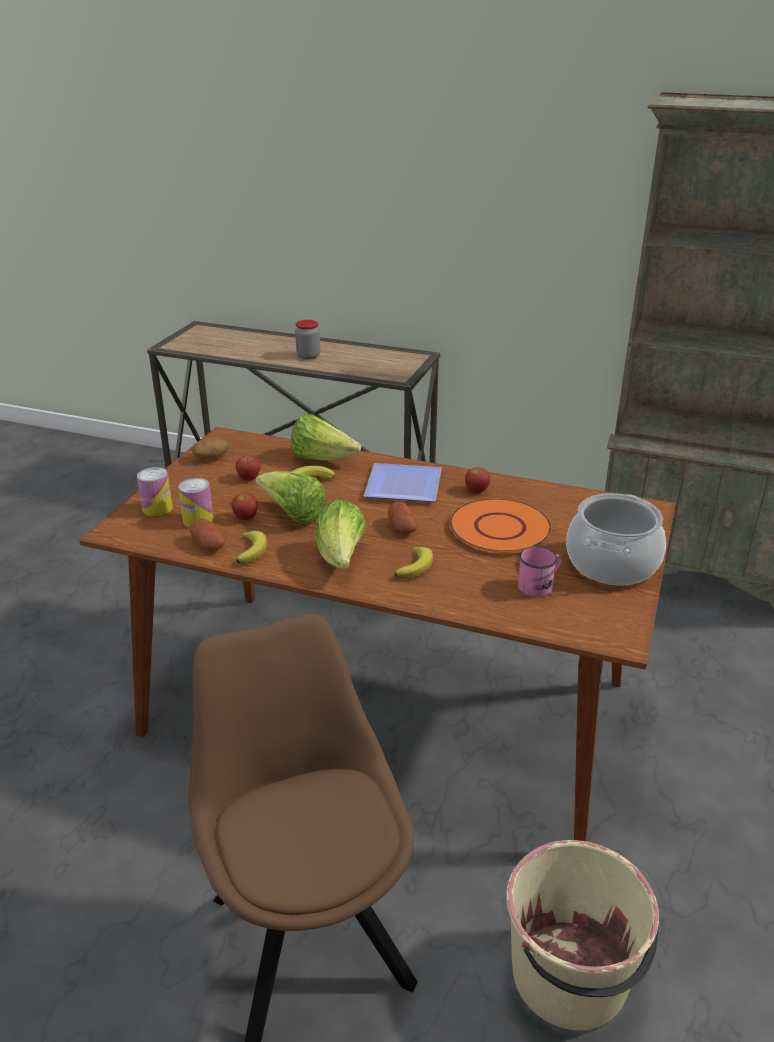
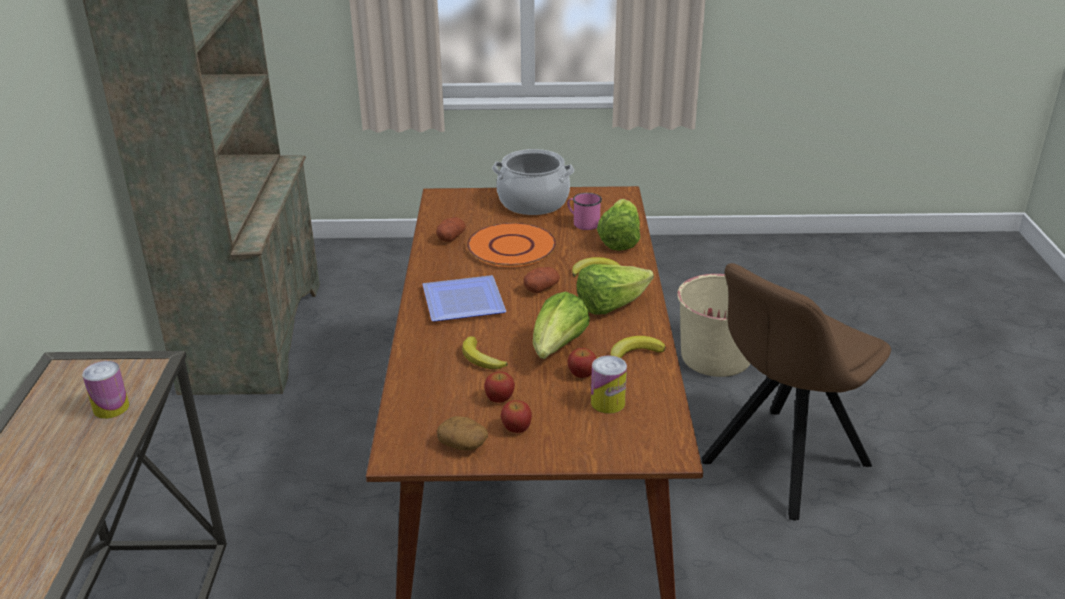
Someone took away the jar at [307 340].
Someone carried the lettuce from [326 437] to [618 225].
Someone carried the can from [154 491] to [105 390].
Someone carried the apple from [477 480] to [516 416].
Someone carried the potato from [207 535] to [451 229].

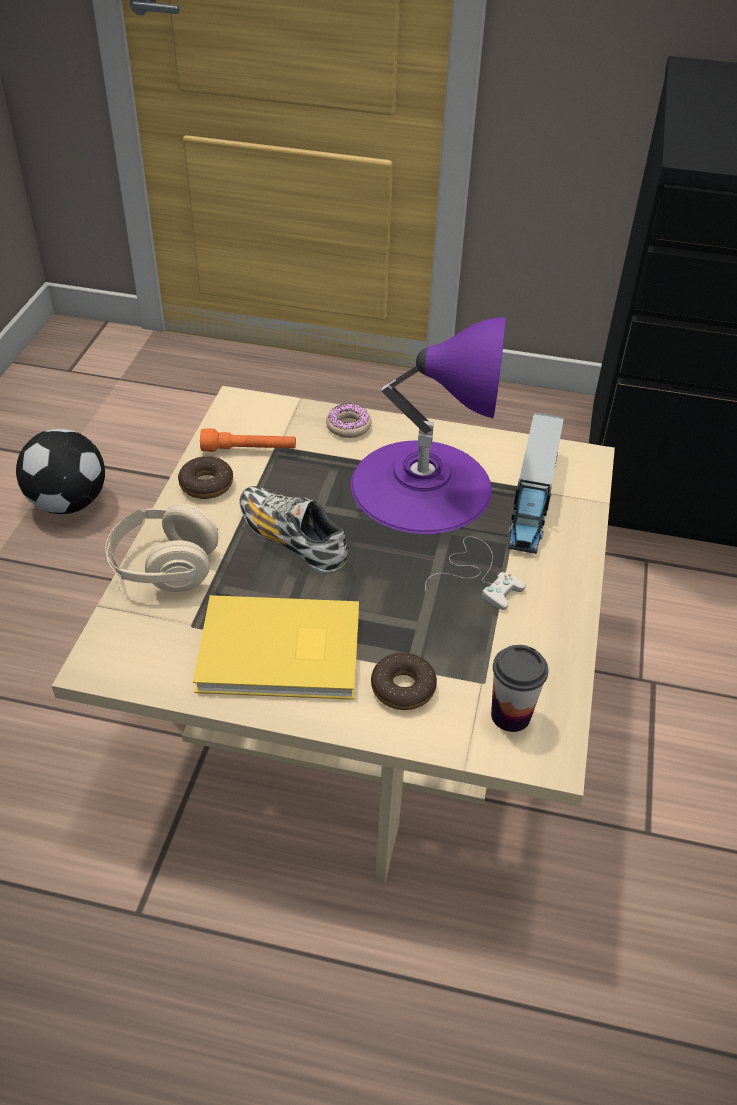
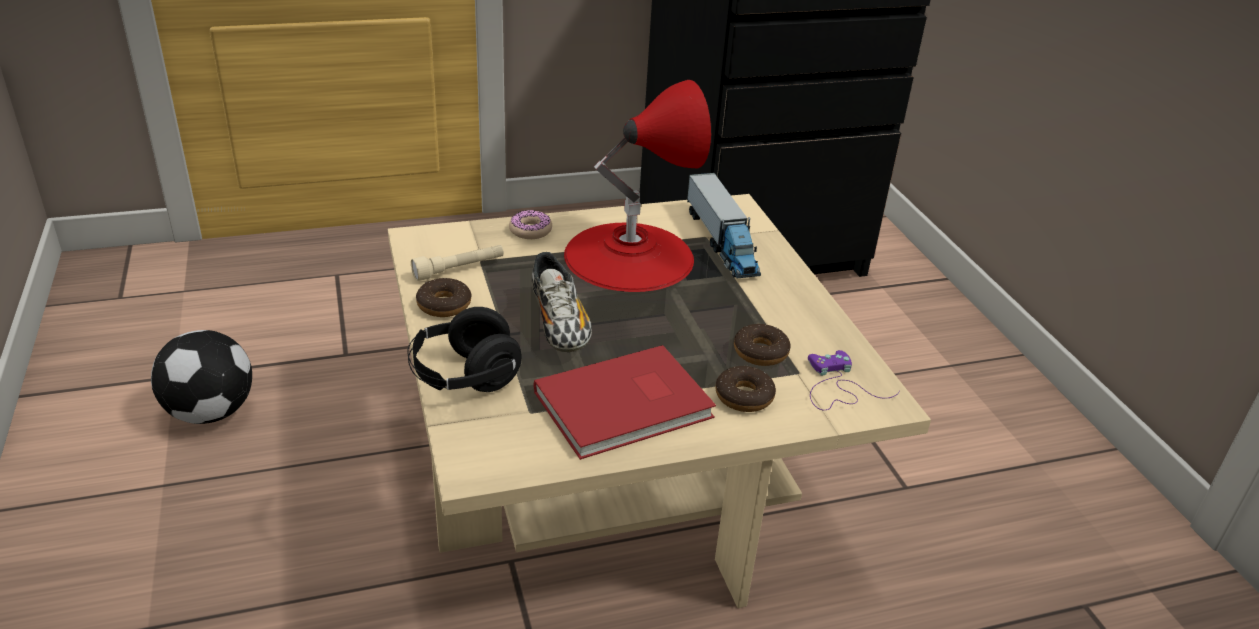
Someone repainted the purple table lamp at [428 425], which became the red table lamp at [637 186].
Someone repainted the orange flashlight at [248 440], which became the beige flashlight at [457 263].
Someone rotated the shoe at [294 530] by 120 degrees counterclockwise.
Someone repainted the beige headphones at [162 547], which became the black headphones at [464 349].
Someone took away the white game controller at [475 573].
Someone repainted the yellow book at [276 647], which became the red book at [624 402].
Someone swapped the cup at [519 688] for the purple game controller at [854 380].
Someone put down the donut at [762 344].

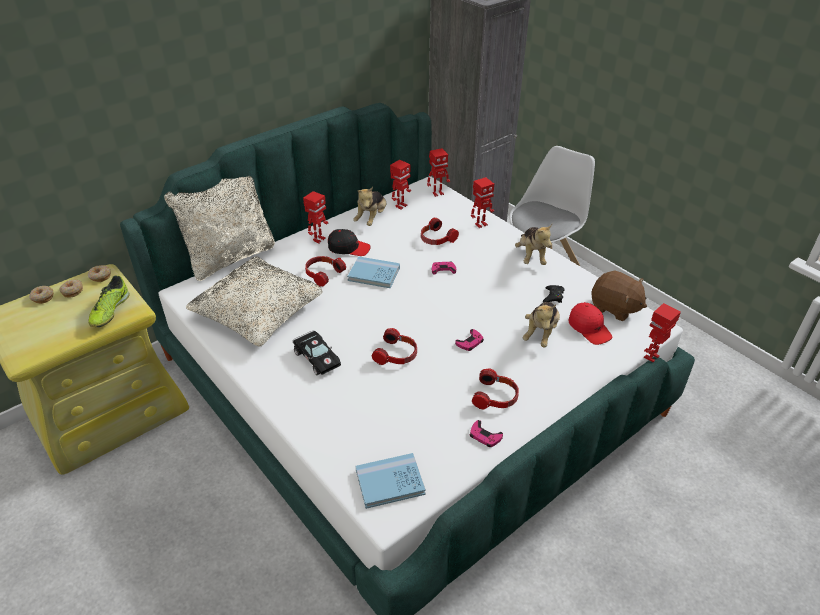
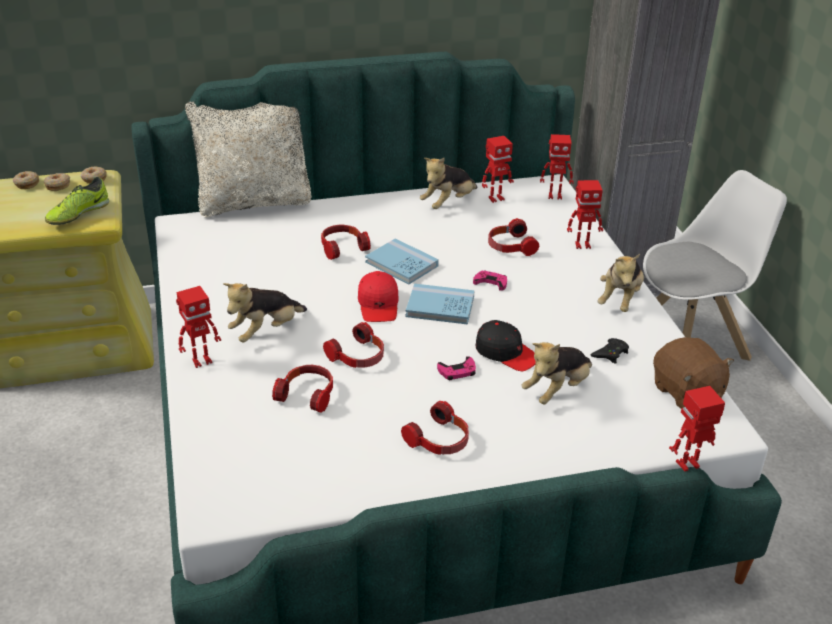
Someone carried the toy robot from [315 217] to [198 327].
Someone carried the black cap from [349 242] to [505 345].
Someone took away the beige pillow at [254 301].
Someone carried the red cap from [591 323] to [378 296].
Someone swapped the black toy car at [317 352] for the plush toy at [265 313].
Someone took away the pink game controller at [486 433].
Someone carried the blue book from [391 481] to [440 304].
Someone put down the headphones at [302 389].

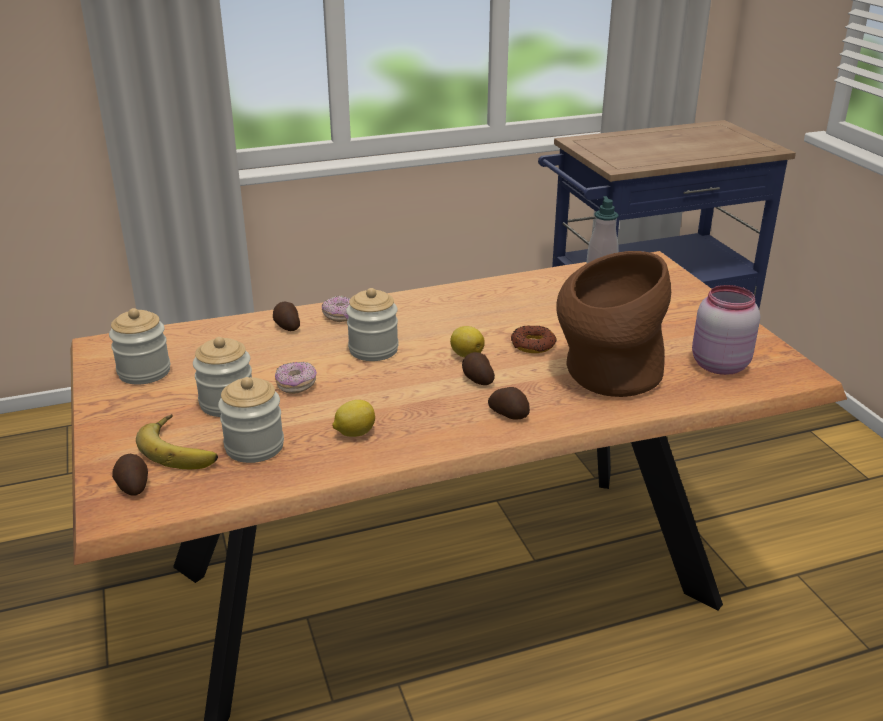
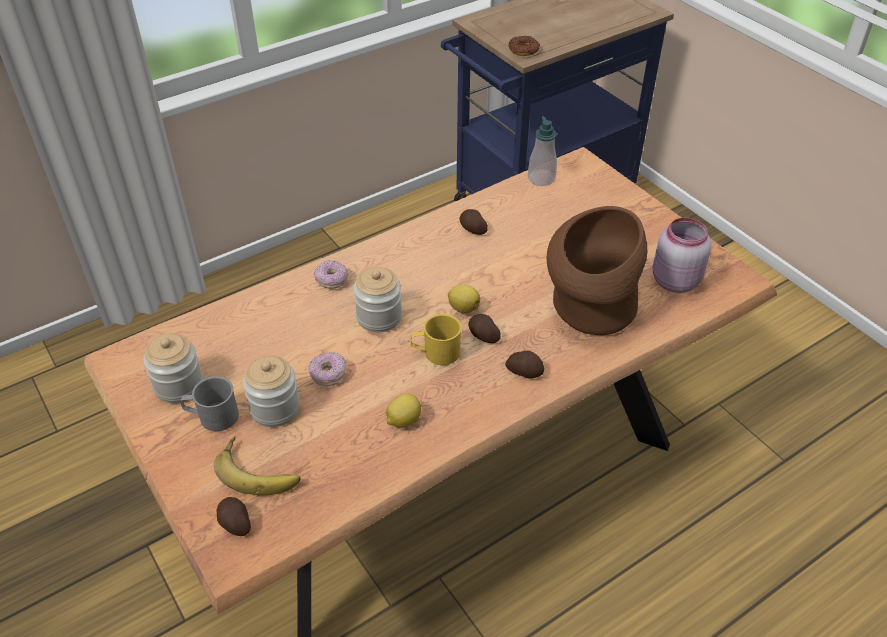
Someone carried the potato from [286 316] to [473 222].
Someone carried the donut from [534 339] to [524 46].
Someone took away the jar at [251 420].
Someone put down the yellow mug at [436 339].
Someone put down the grey mug at [209 403].

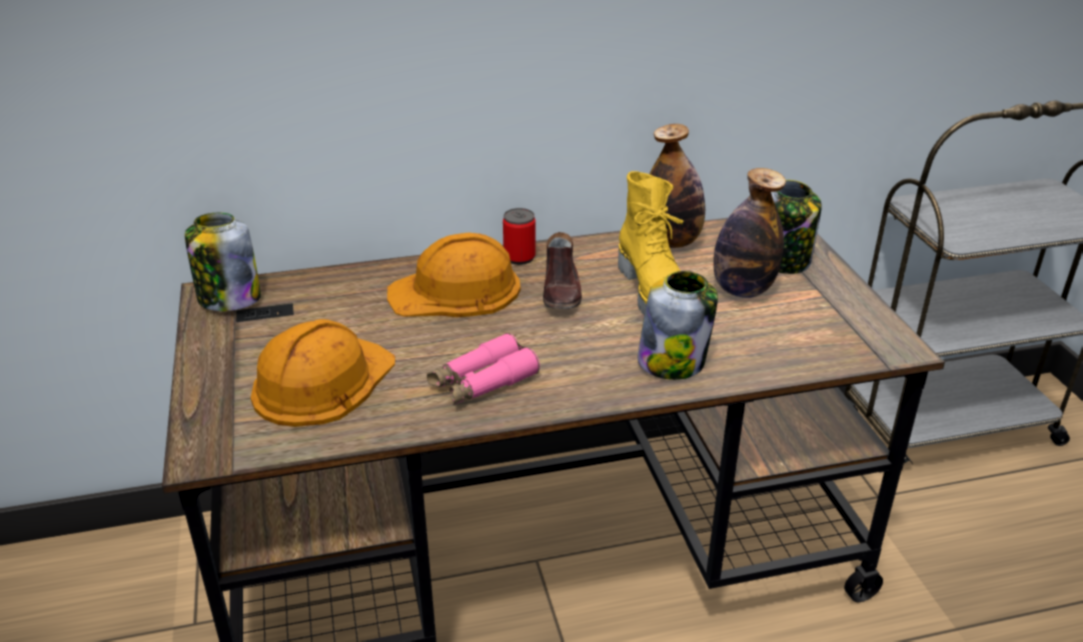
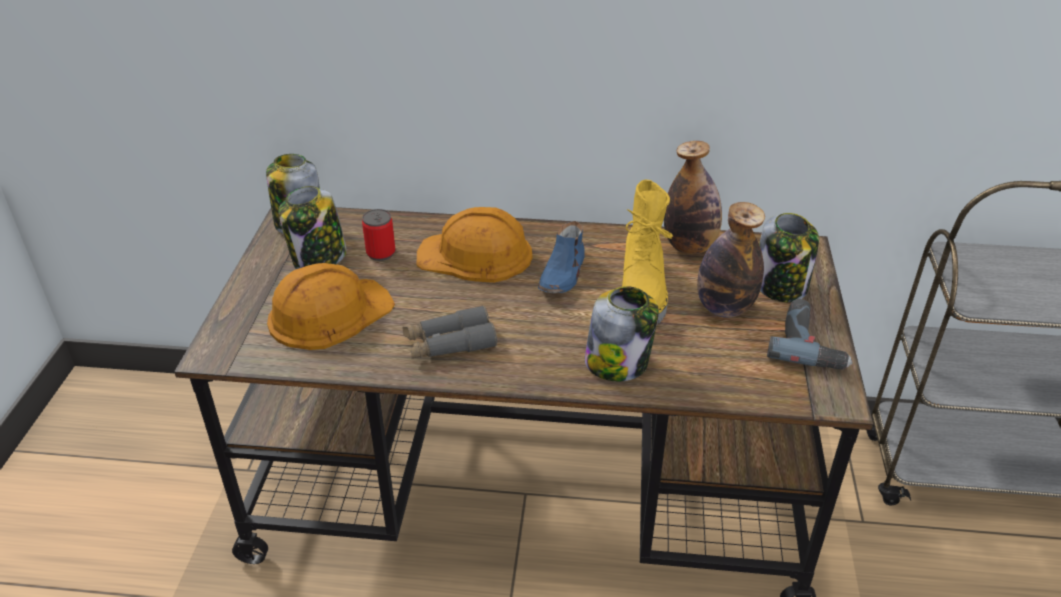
Someone carried the can from [519 236] to [378 235].
Someone repainted the brown shoe at [562 270], which became the blue shoe at [561 257].
Someone repainted the pink binoculars at [483 369], which became the grey binoculars at [450 332].
Someone put down the jar at [312 227].
Someone put down the power drill at [810 334].

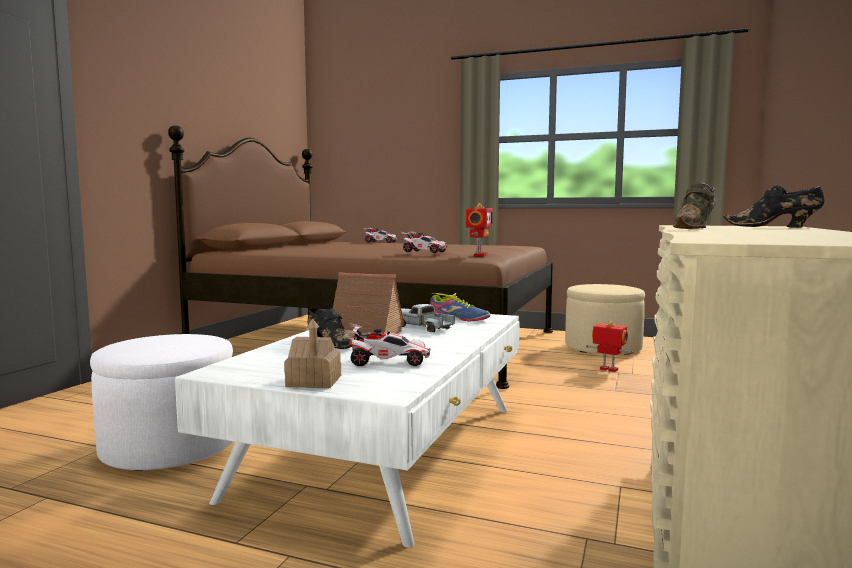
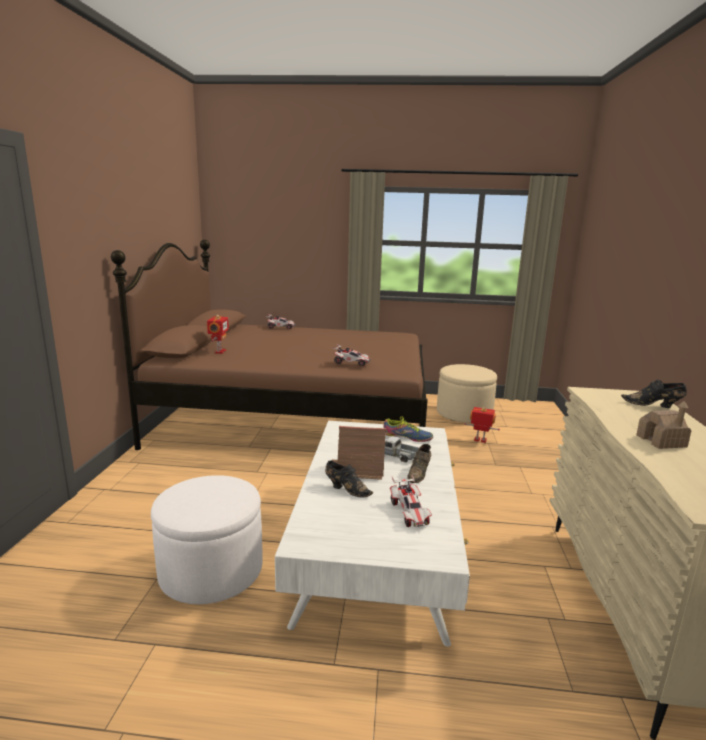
Someone carried the brown shoe from [694 205] to [419 463].
Someone carried the toy robot from [479 229] to [218 334].
Someone carried the toy house from [312 353] to [664 425].
Someone rotated the toy car at [387 344] by 90 degrees clockwise.

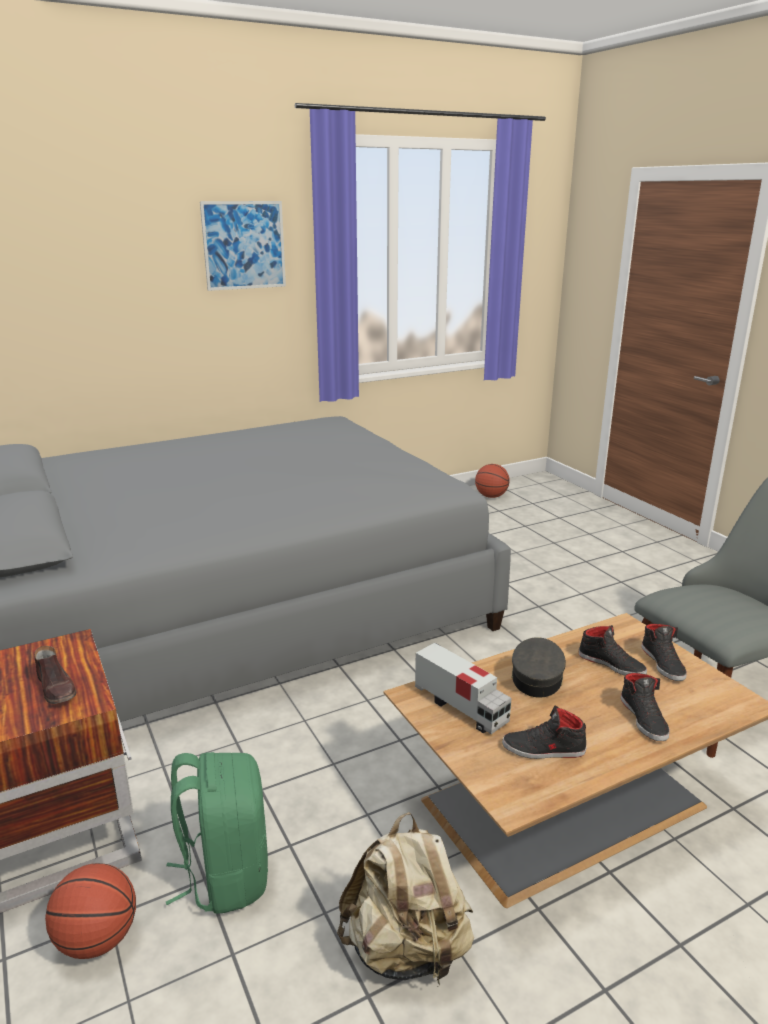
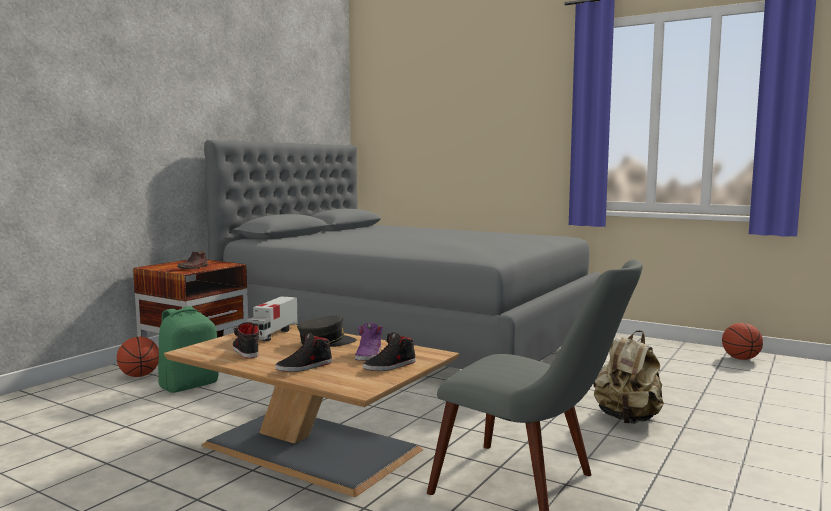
Someone took away the picture at [243 246].
Someone repainted the black shoe at [613 650], which became the purple shoe at [369 342].
Someone carried the beige backpack from [405 898] to [628 377].

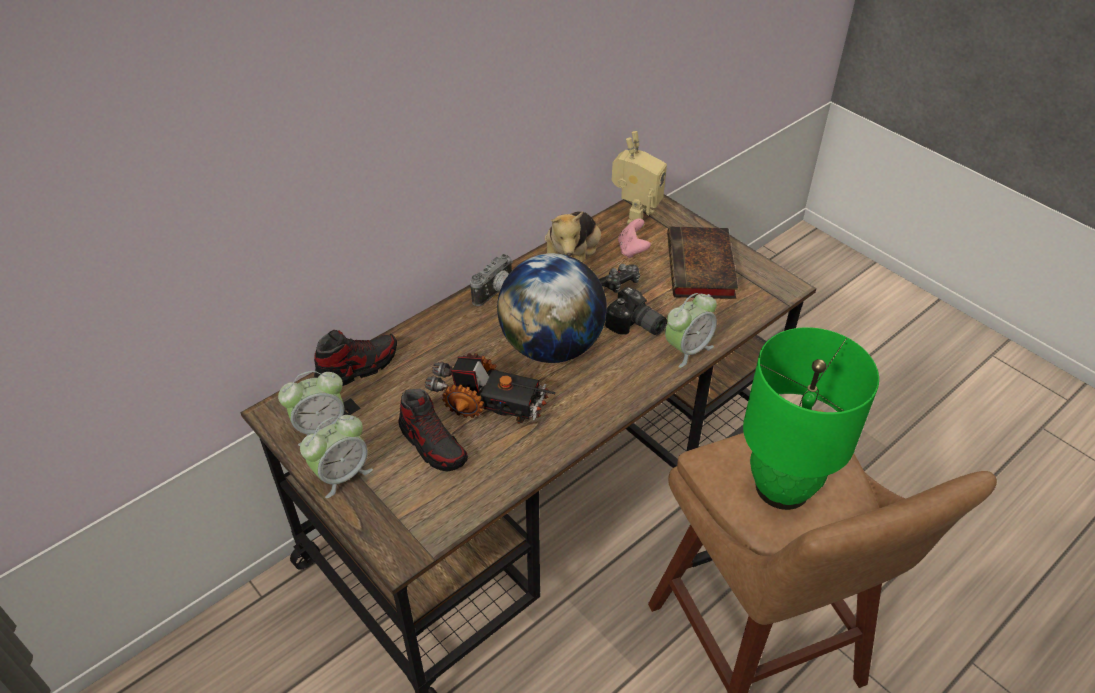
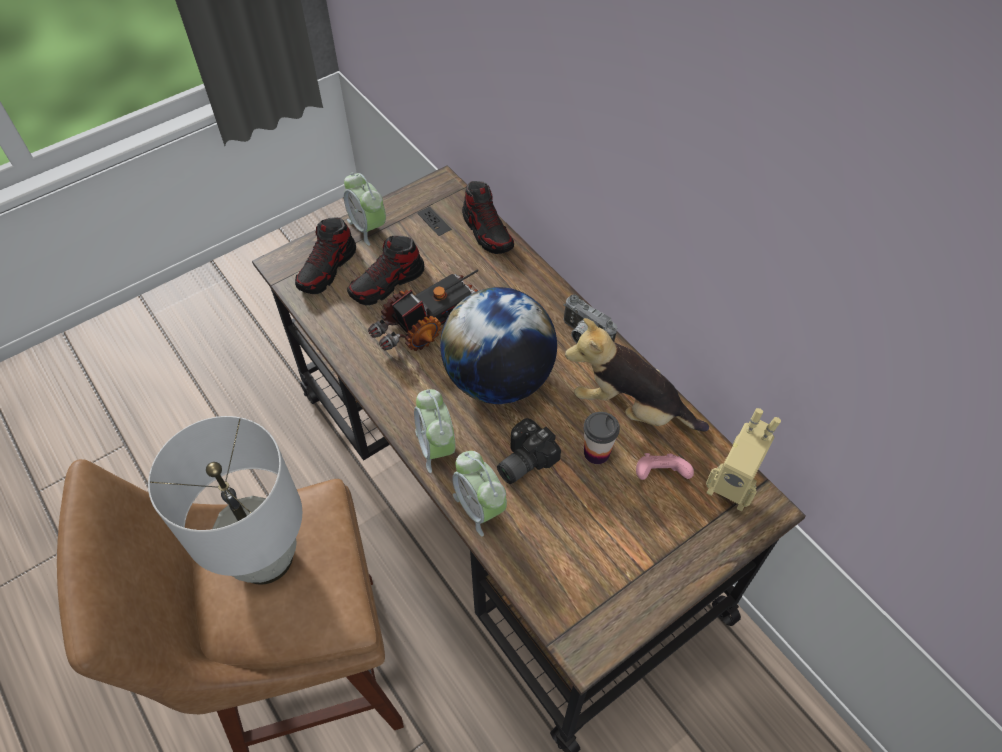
Someone took away the book at [702 262].
Someone swapped the game controller at [619 278] for the cup at [601 438].
Someone repainted the green table lamp at [811 418], which became the white table lamp at [225 500].
Someone rotated the toy truck at [490 388] by 150 degrees counterclockwise.
Someone carried the alarm clock from [311 408] to [434 431].
Someone put down the shoe at [325 255].

